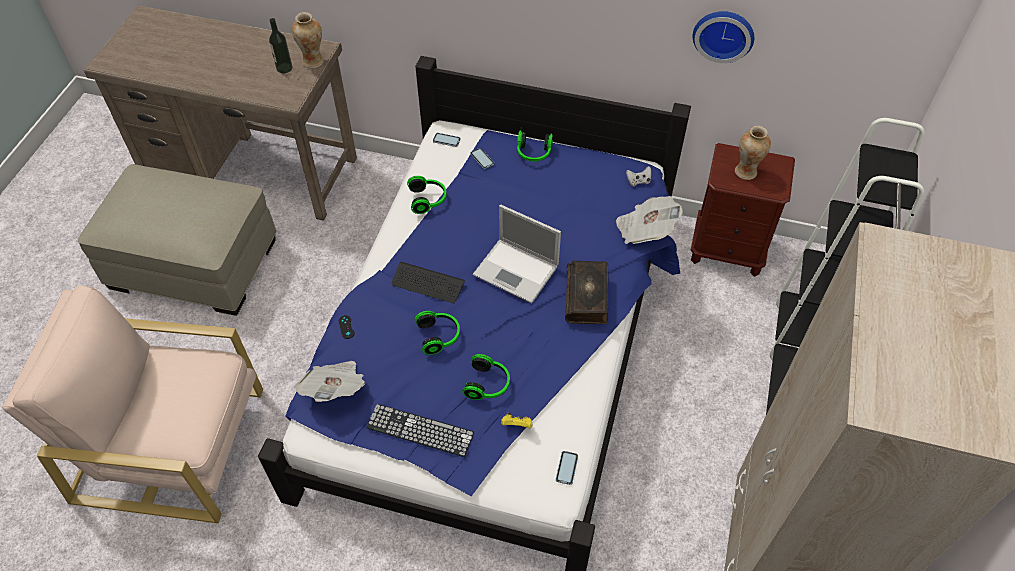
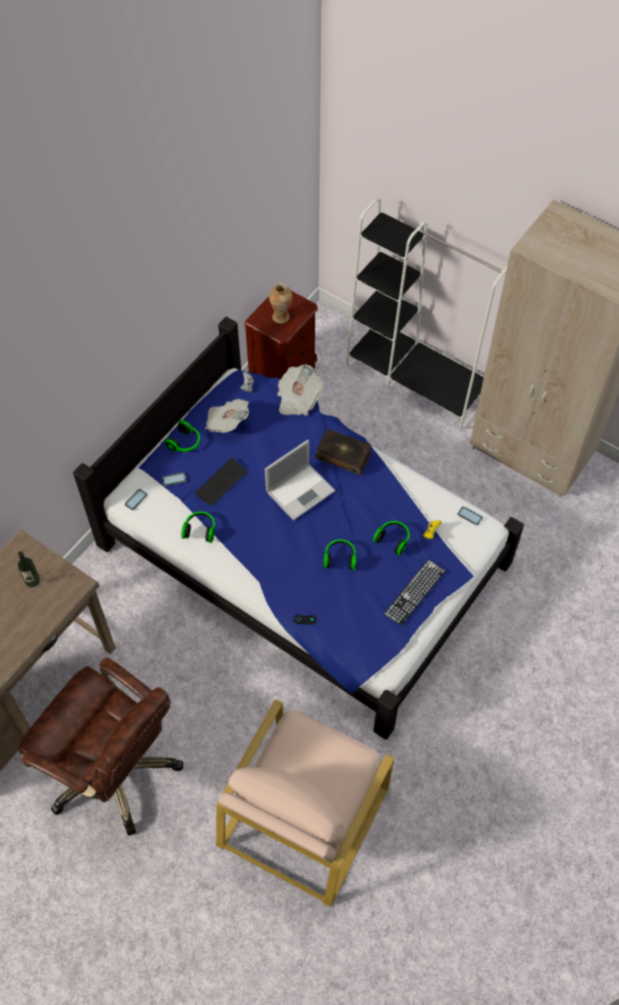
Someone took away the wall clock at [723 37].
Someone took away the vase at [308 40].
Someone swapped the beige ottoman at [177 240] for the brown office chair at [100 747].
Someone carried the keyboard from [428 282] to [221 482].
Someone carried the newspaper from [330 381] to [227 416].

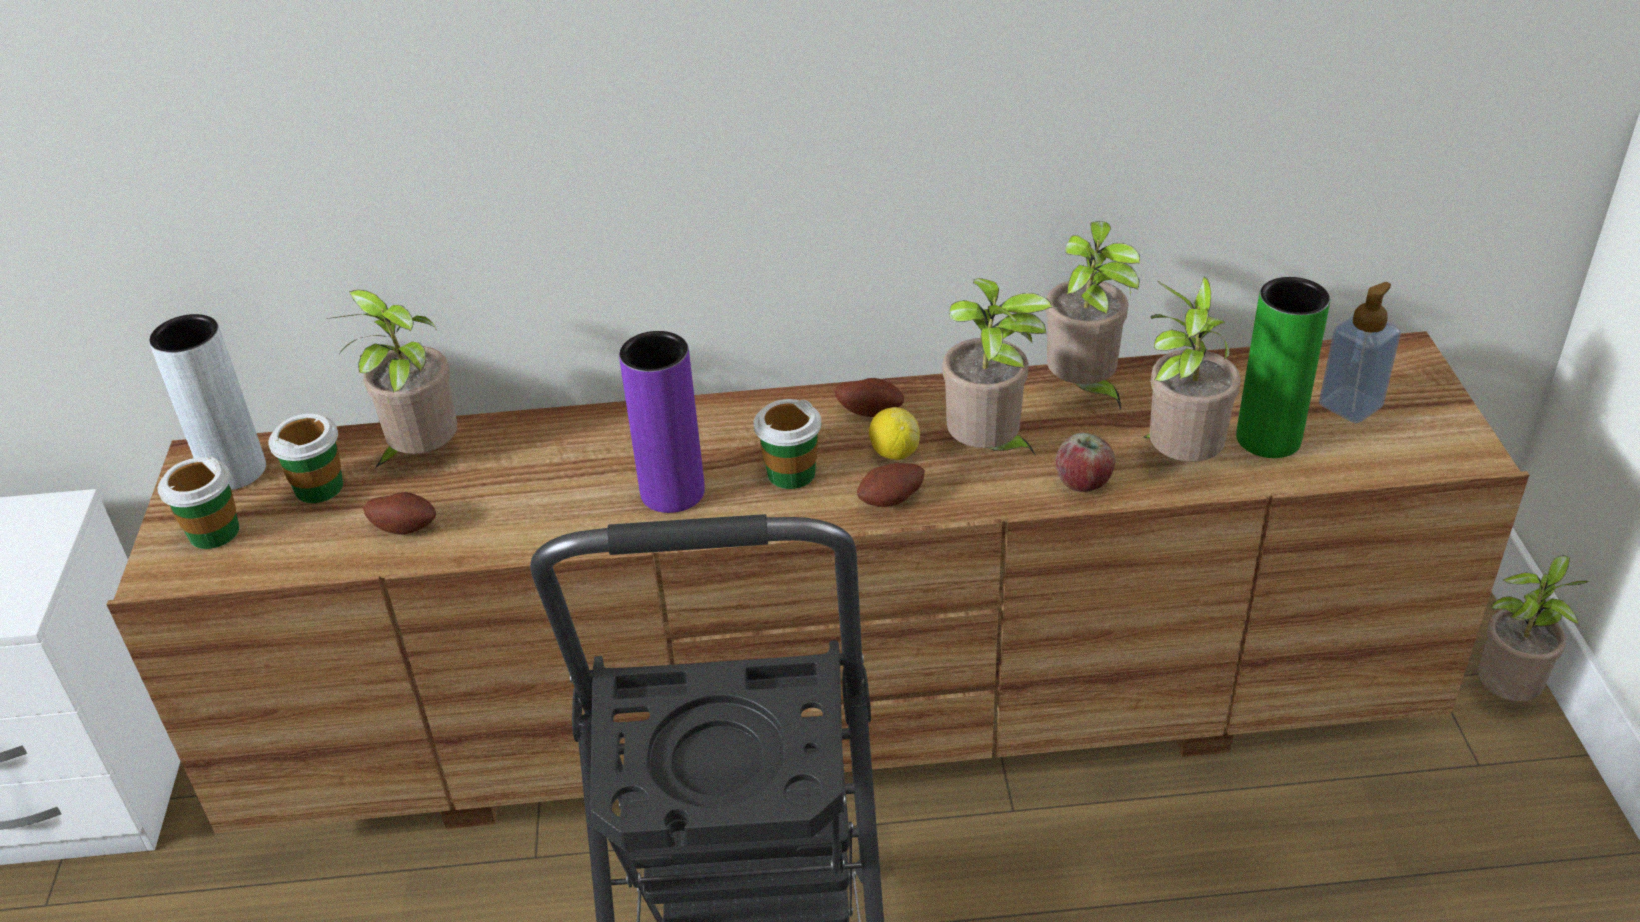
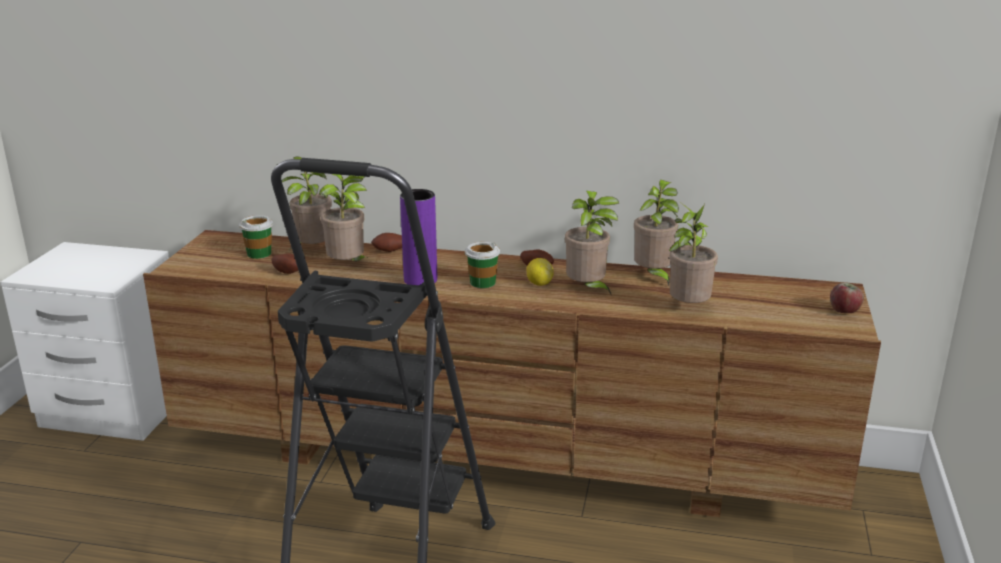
Someone took away the green vase at [1283 367].
Someone took away the soap dispenser at [1360 352].
Someone took away the grey vase at [207 402].
Someone carried the apple from [1085 462] to [847 298].
Someone took away the cup at [198 503].
Someone carried the potato from [891 485] to [386 242].
Someone carried the potted plant from [1533 628] to [344 217].

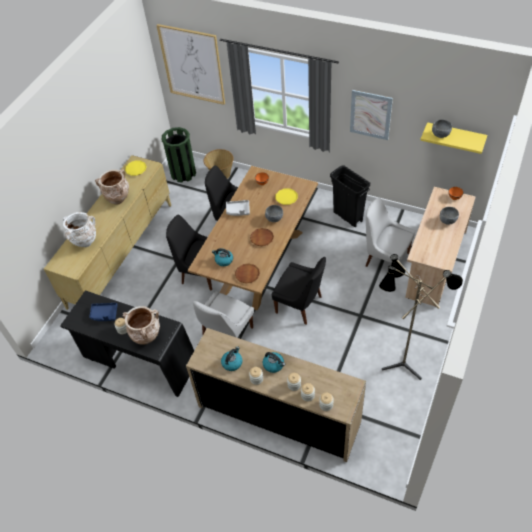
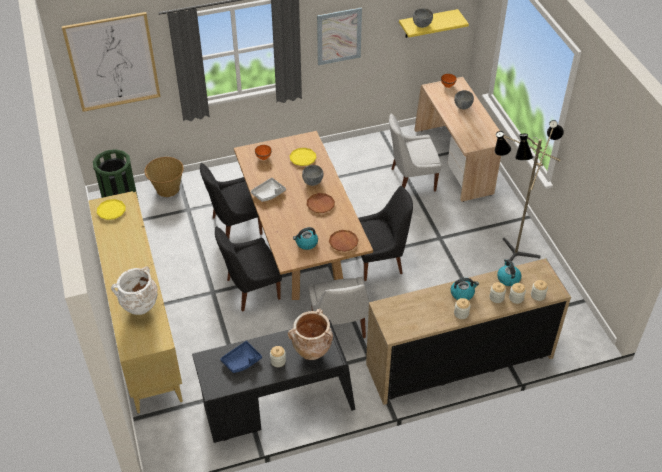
Someone took away the black trash can at [350 196].
Someone took away the beige vase at [112 187].
Someone carried the kettle from [231 358] to [509 272].

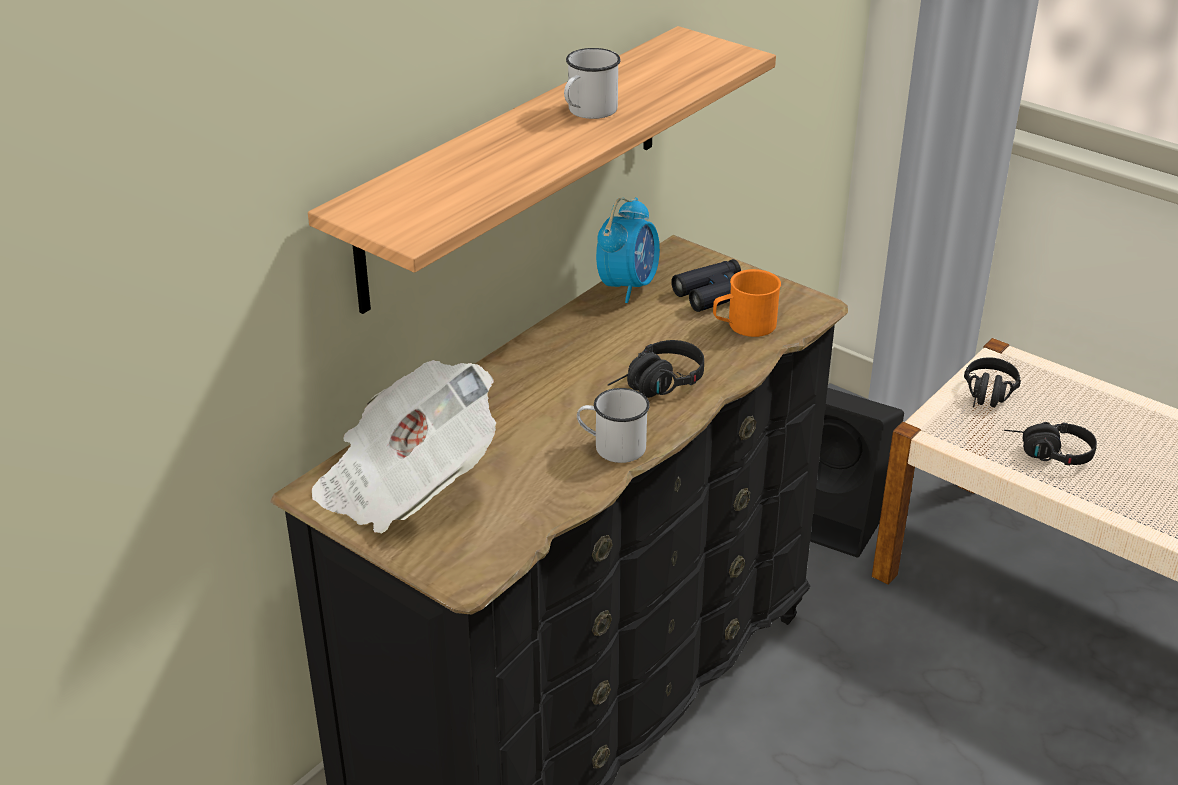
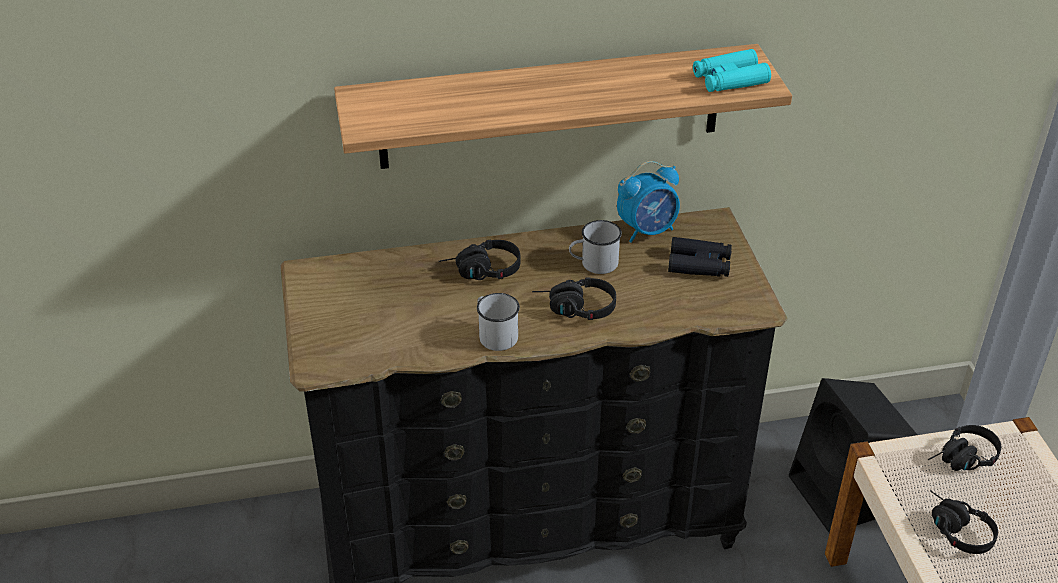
Someone carried the white mug from [592 83] to [595 247].
Someone took away the orange mug at [747 303].
Someone took away the newspaper at [404 447].
Someone put down the turquoise binoculars at [732 70].
Someone put down the black headphones at [480 260].

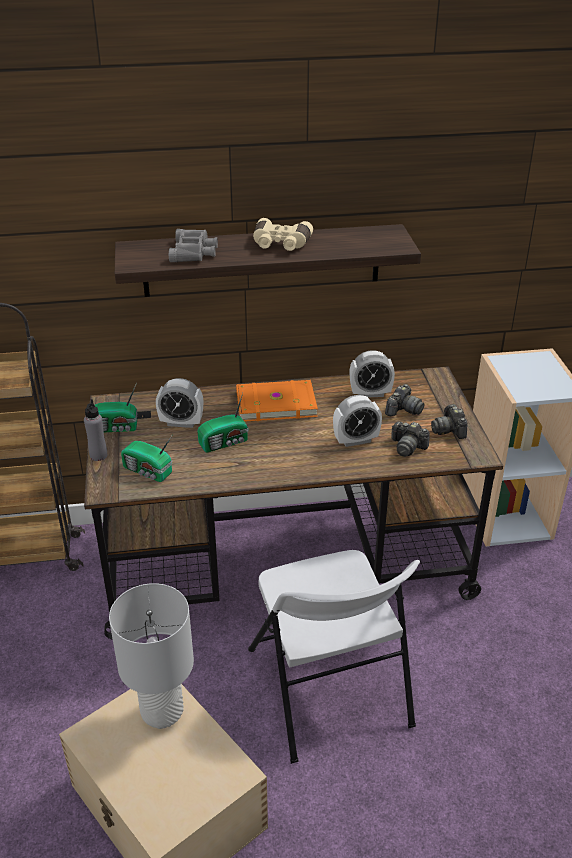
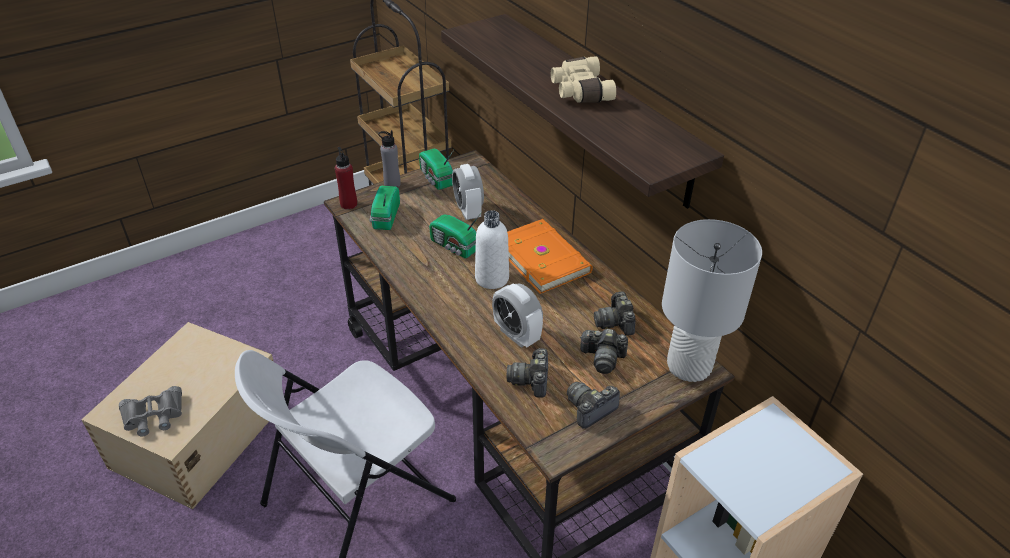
Someone carried the grey binoculars from [193 245] to [150 411].
Someone swapped the alarm clock at [372 374] for the photo camera at [614 313].
Someone carried the grey table lamp from [151 656] to [712 300].
Someone put down the red bottle at [346 178].
Someone put down the white bottle at [492 249].

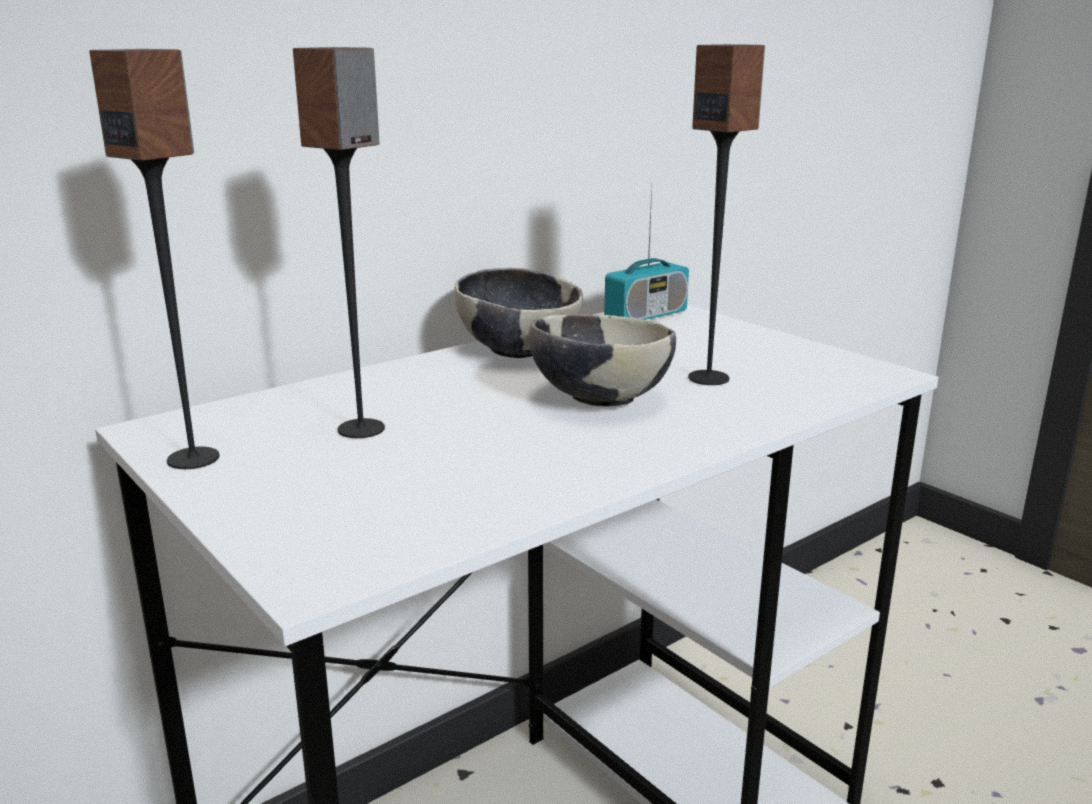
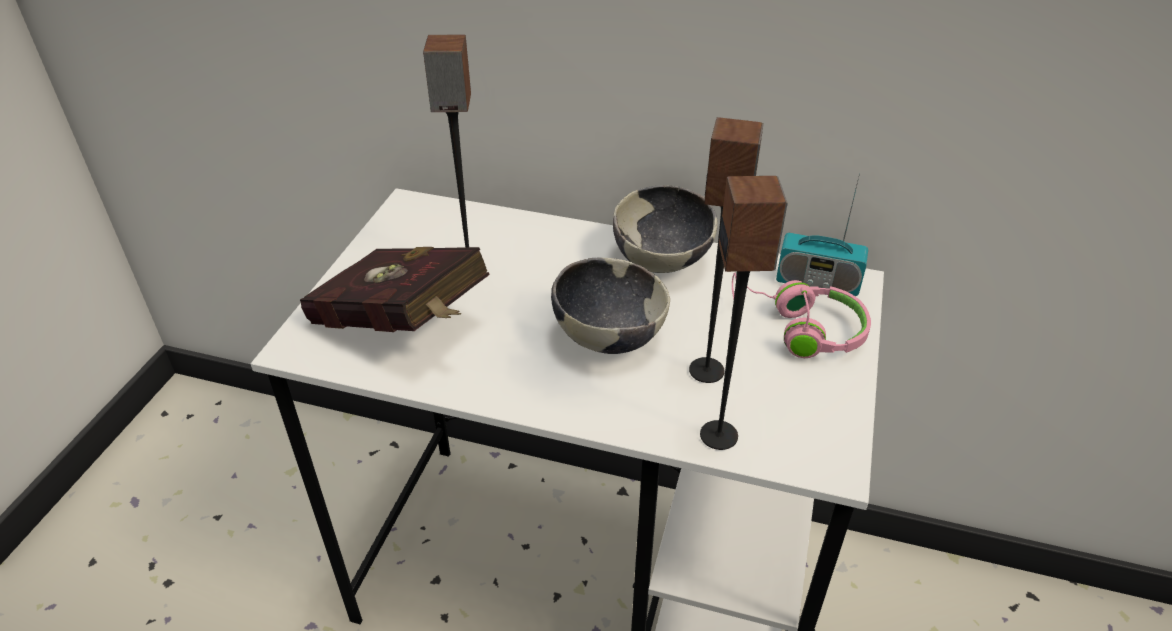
Someone carried the speaker from [154 259] to [744 313].
Someone put down the red book at [395 289].
Someone put down the pink headphones at [801 315].

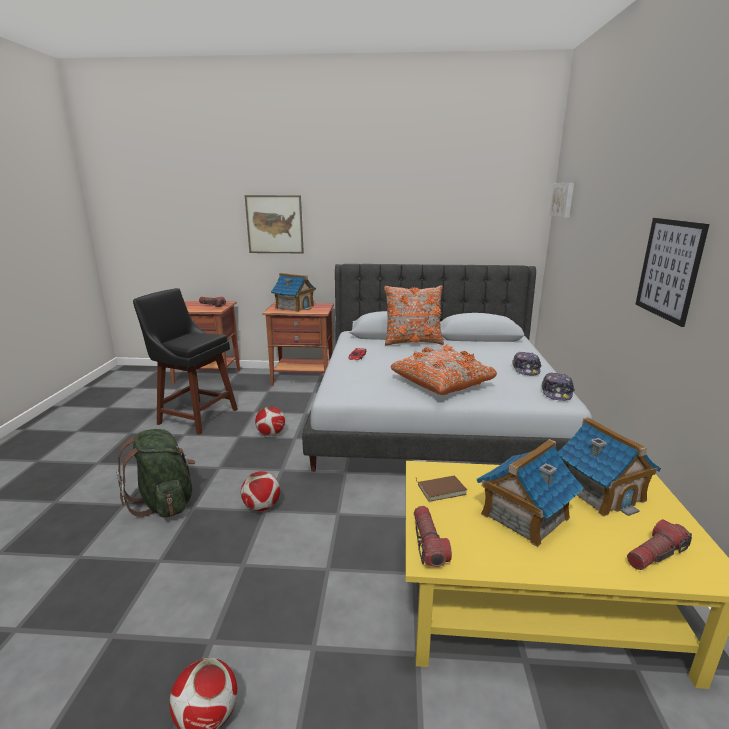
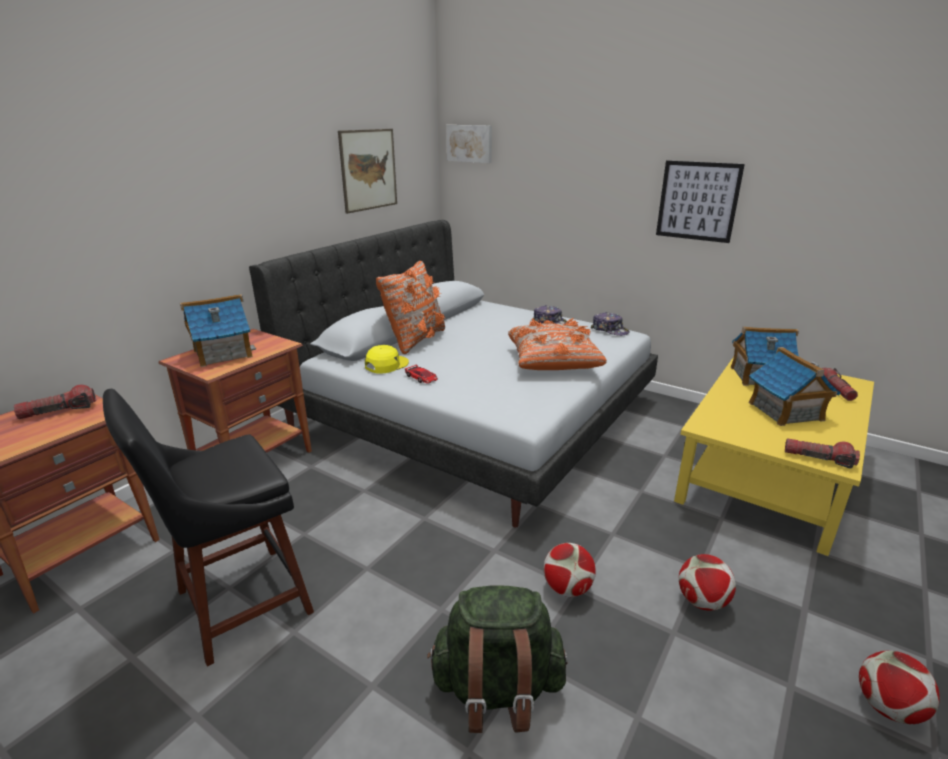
Someone carried the picture from [274 224] to [367 171].
Someone carried the football from [270 421] to [707 582].
Someone took away the brown book at [441 488].
Someone put down the yellow cap at [387 359].

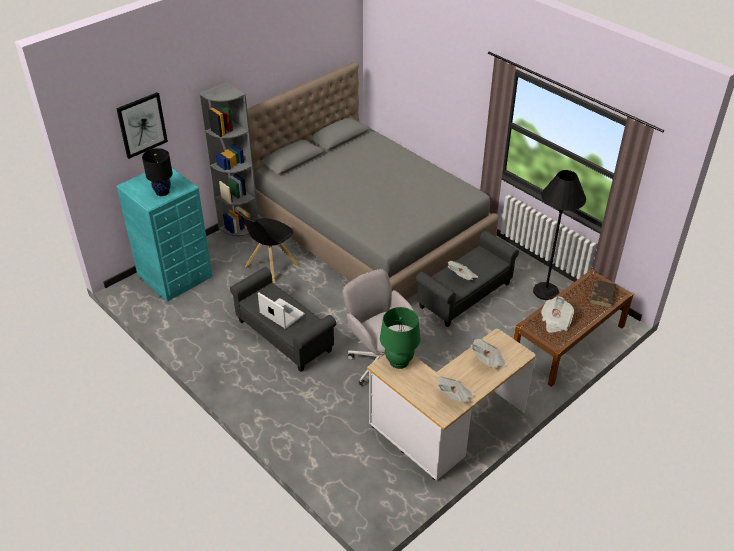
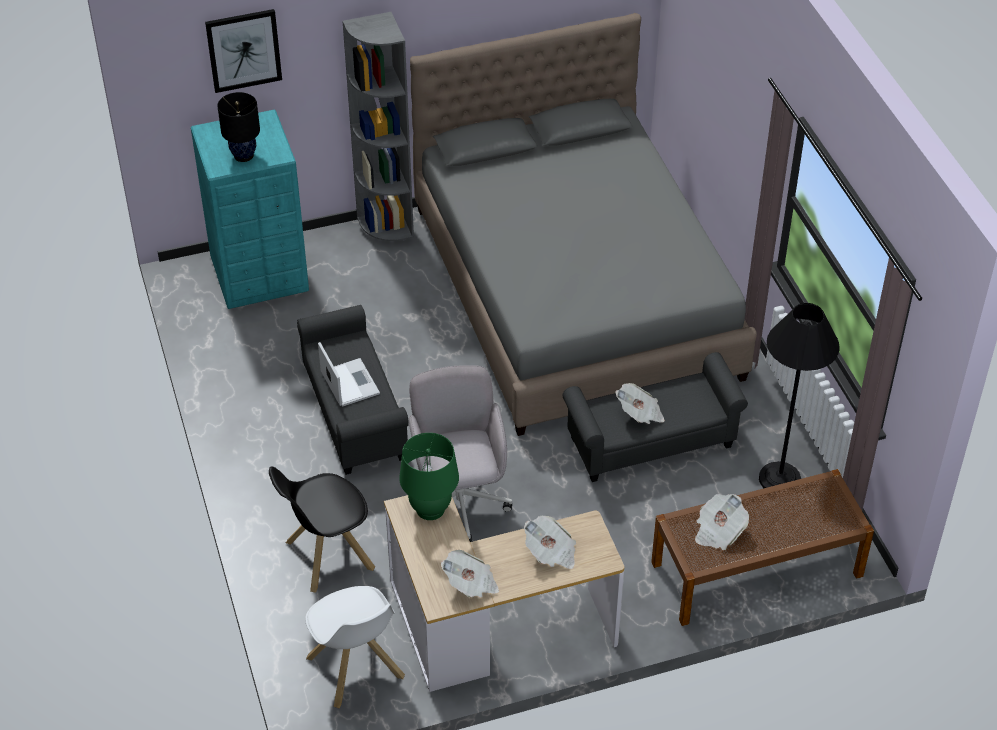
Someone carried the black chair from [269 248] to [322 529].
Someone took away the brown book at [602 294].
Someone put down the white chair at [355 647].

